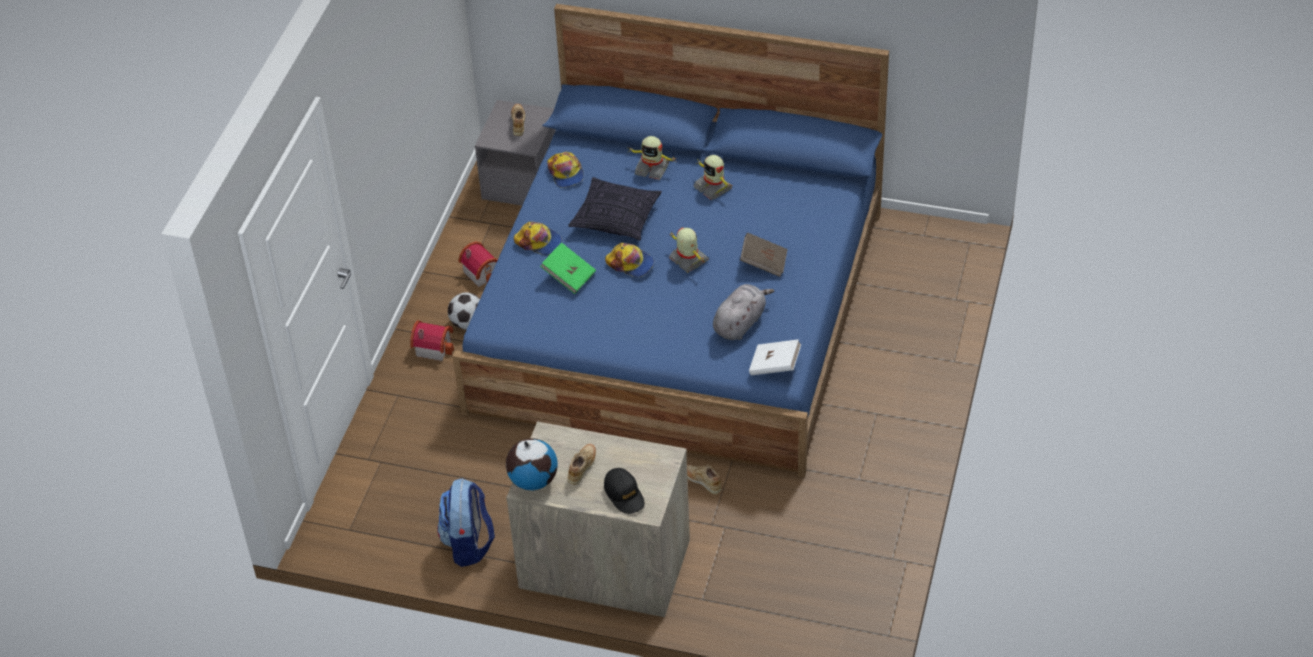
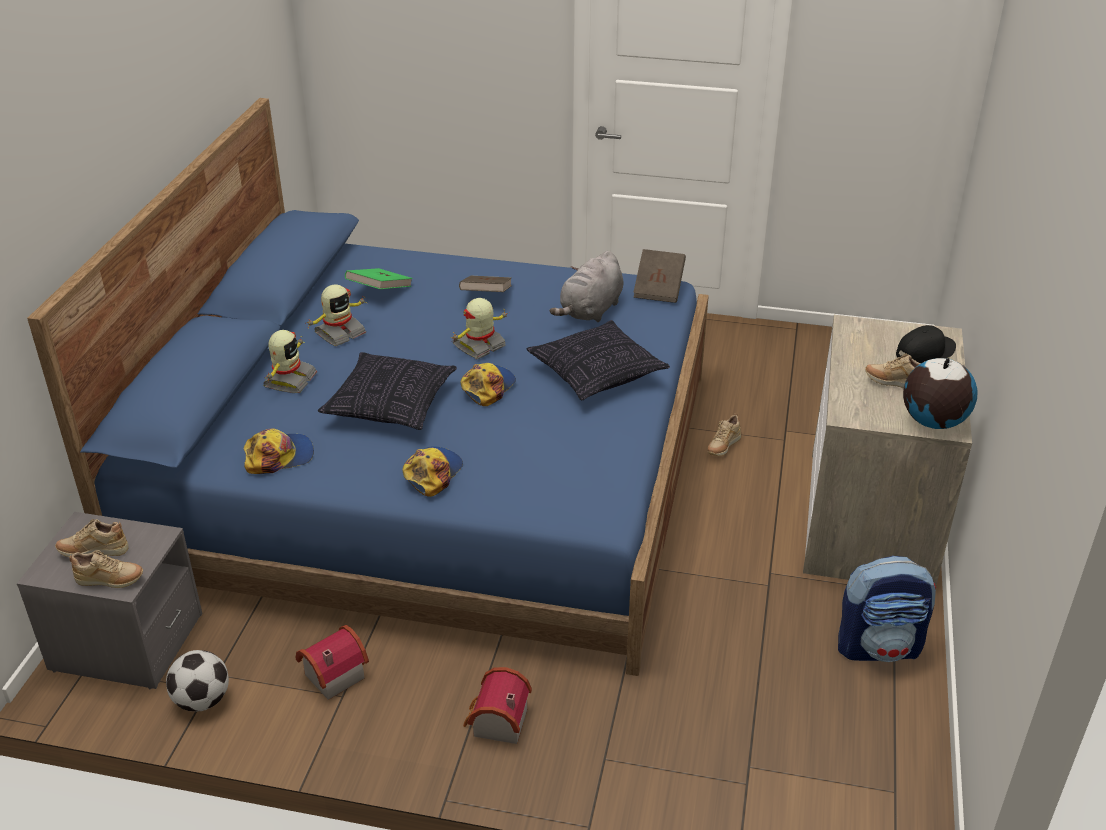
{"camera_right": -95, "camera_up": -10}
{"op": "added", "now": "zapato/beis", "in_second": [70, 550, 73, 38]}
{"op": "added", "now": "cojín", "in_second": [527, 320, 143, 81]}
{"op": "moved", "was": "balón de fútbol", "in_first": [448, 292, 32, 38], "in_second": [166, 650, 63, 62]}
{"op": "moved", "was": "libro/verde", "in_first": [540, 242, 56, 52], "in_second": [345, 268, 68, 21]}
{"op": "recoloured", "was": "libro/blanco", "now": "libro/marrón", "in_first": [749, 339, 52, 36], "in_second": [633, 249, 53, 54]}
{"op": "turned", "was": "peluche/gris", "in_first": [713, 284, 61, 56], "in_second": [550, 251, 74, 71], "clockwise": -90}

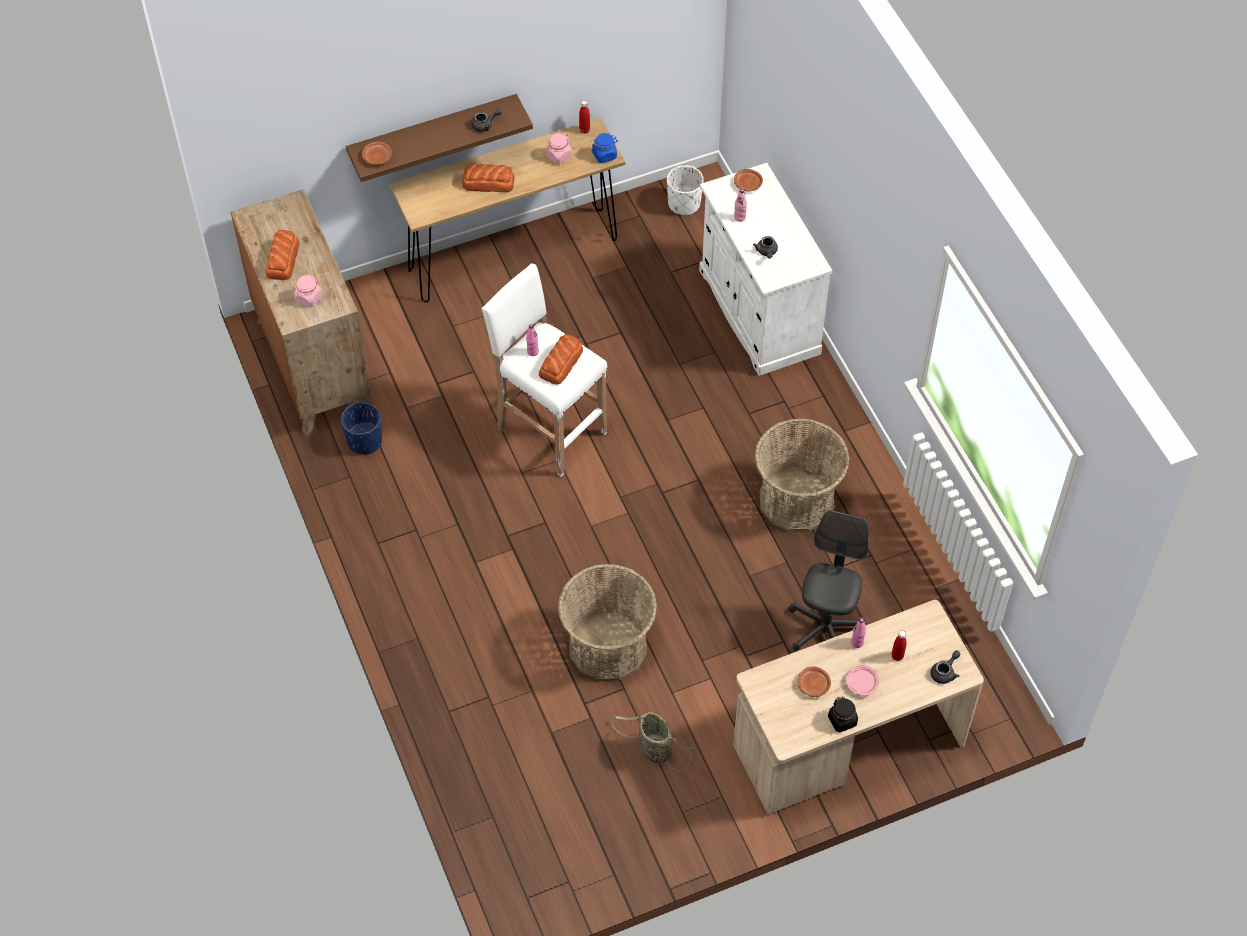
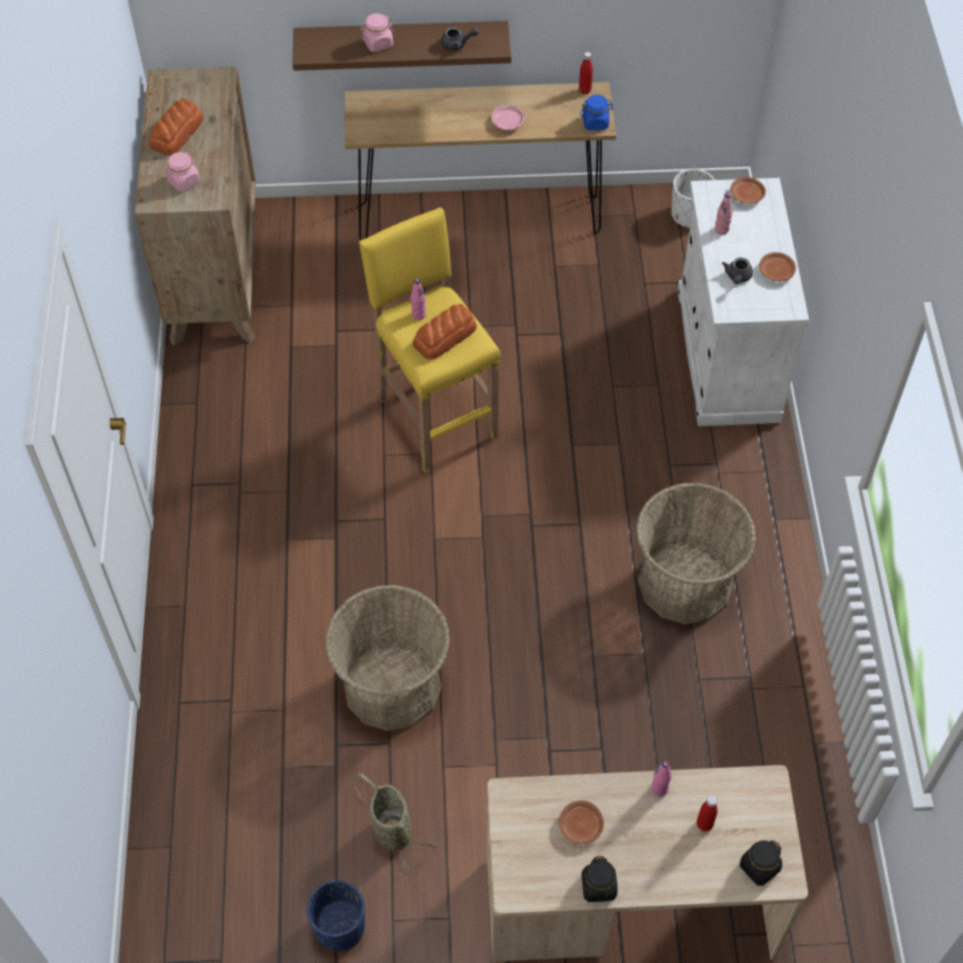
{"camera_right": 20, "camera_up": 0}
{"op": "removed", "was": "pan", "in_first": [462, 164, 52, 28]}
{"op": "removed", "was": "silla de oficina/gris", "in_first": [788, 510, 81, 141]}
{"op": "moved", "was": "maceta/azul", "in_first": [341, 402, 41, 53], "in_second": [307, 880, 58, 71]}
{"op": "moved", "was": "plato/marrón", "in_first": [362, 142, 30, 23], "in_second": [759, 252, 37, 29]}
{"op": "moved", "was": "tarro/rosa", "in_first": [546, 133, 25, 31], "in_second": [360, 13, 34, 39]}
{"op": "moved", "was": "plato/rosa", "in_first": [846, 665, 33, 31], "in_second": [491, 105, 34, 25]}
{"op": "replaced", "was": "tetera/gris", "now": "tarro/negro", "in_first": [930, 650, 30, 34], "in_second": [740, 840, 42, 46]}
{"op": "recoloured", "was": "taburete/blanco", "now": "taburete/amarillo", "in_first": [481, 263, 126, 214], "in_second": [359, 207, 141, 266]}

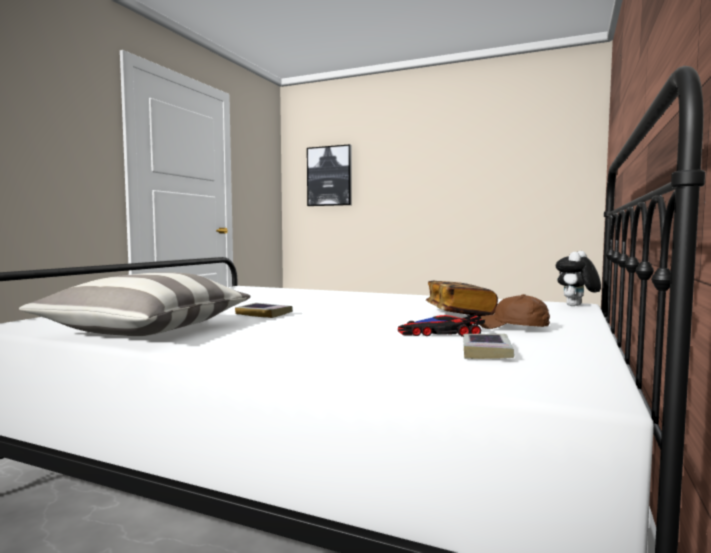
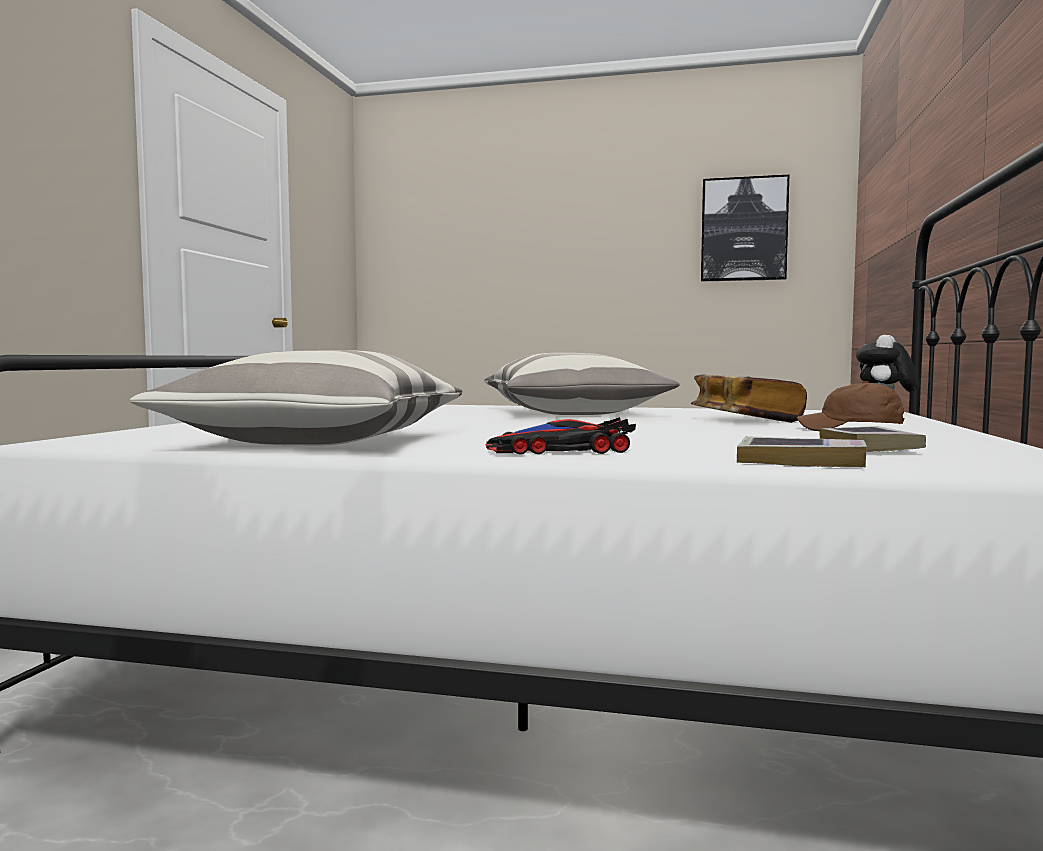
{"camera_right": -10, "camera_up": 0}
{"op": "added", "now": "cojín", "in_second": [484, 353, 195, 62]}
{"op": "moved", "was": "libro", "in_first": [235, 303, 58, 15], "in_second": [737, 436, 130, 31]}
{"op": "moved", "was": "cuadro", "in_first": [307, 144, 45, 62], "in_second": [701, 175, 88, 107]}
{"op": "moved", "was": "coche de juguete", "in_first": [398, 314, 87, 23], "in_second": [486, 417, 150, 37]}

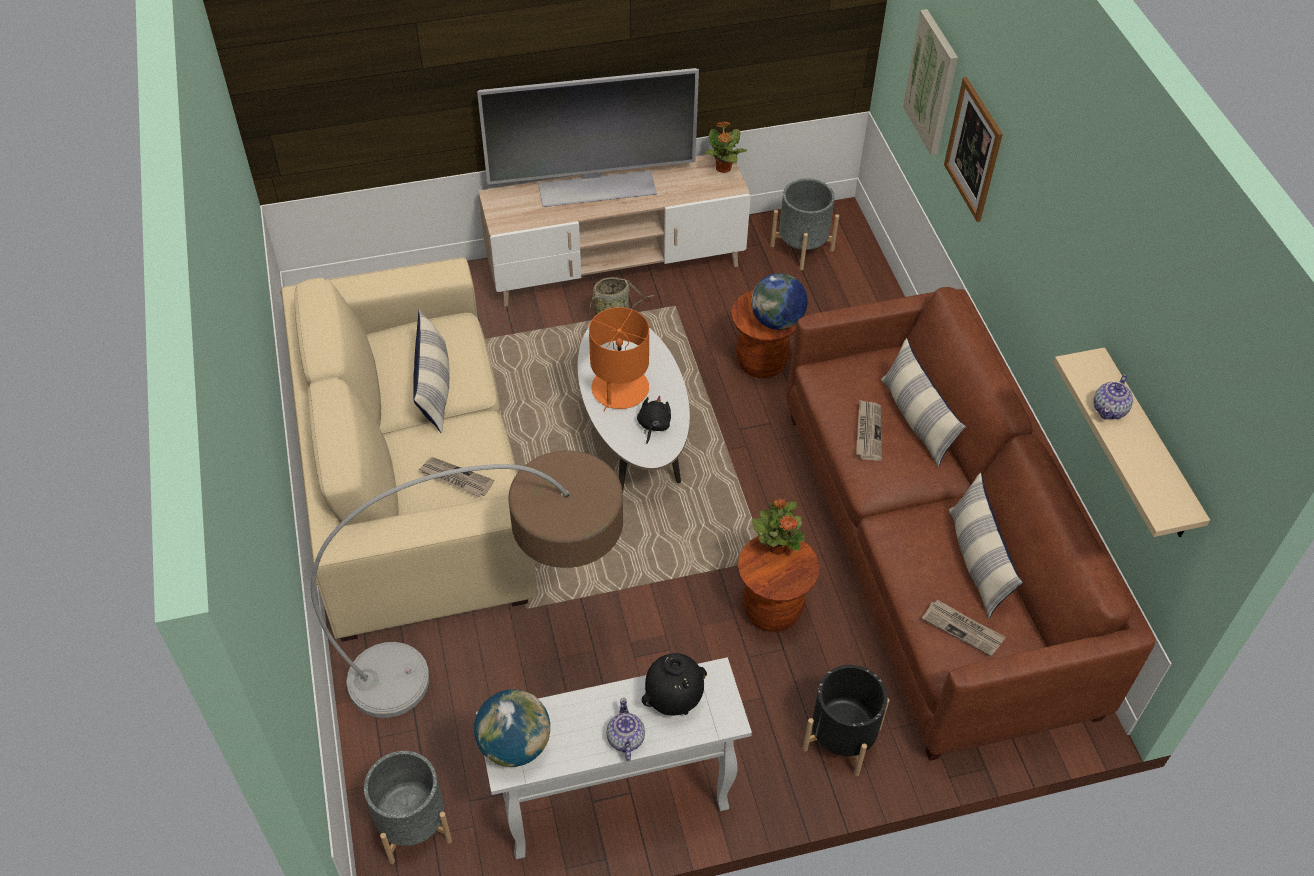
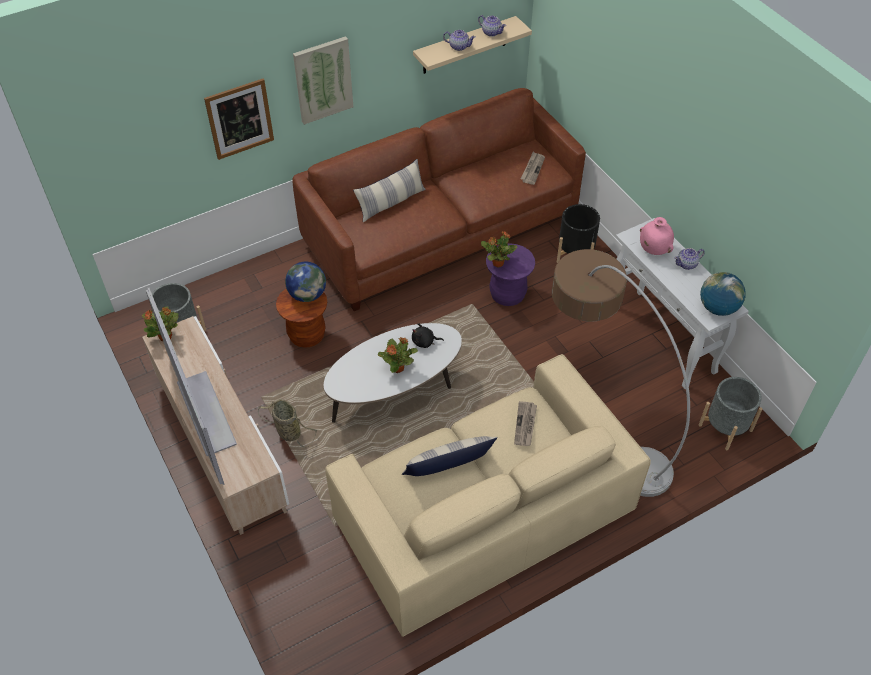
{"camera_right": -105, "camera_up": 0}
{"op": "removed", "was": "periódico", "in_first": [856, 400, 26, 61]}
{"op": "removed", "was": "cojín", "in_first": [949, 473, 74, 145]}
{"op": "added", "now": "tetera", "in_second": [478, 15, 28, 22]}
{"op": "moved", "was": "cuadro", "in_first": [903, 9, 55, 146], "in_second": [293, 36, 60, 89]}
{"op": "replaced", "was": "lámpara de mesa/naranja", "now": "planta en maceta", "in_first": [589, 307, 60, 104], "in_second": [378, 337, 40, 36]}
{"op": "recoloured", "was": "florero/negro", "now": "florero/rosa", "in_first": [641, 653, 66, 62], "in_second": [640, 217, 34, 38]}
{"op": "recoloured", "was": "taburete/marrón", "now": "taburete/morado", "in_first": [738, 535, 81, 97], "in_second": [486, 243, 49, 63]}

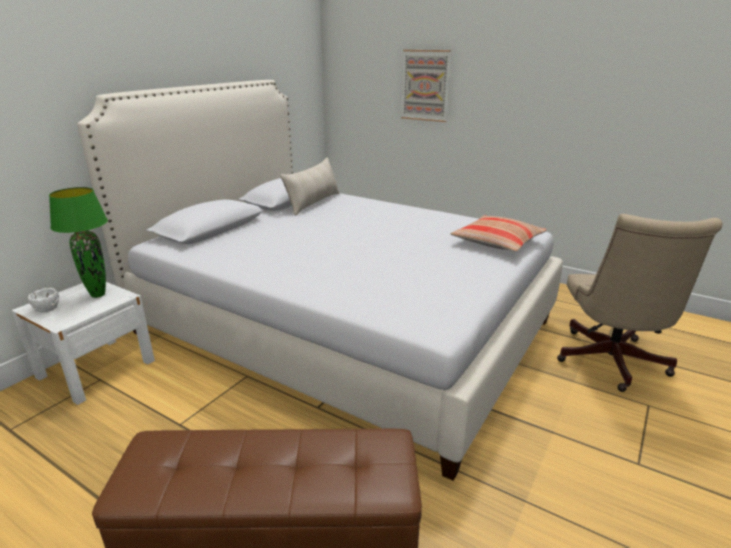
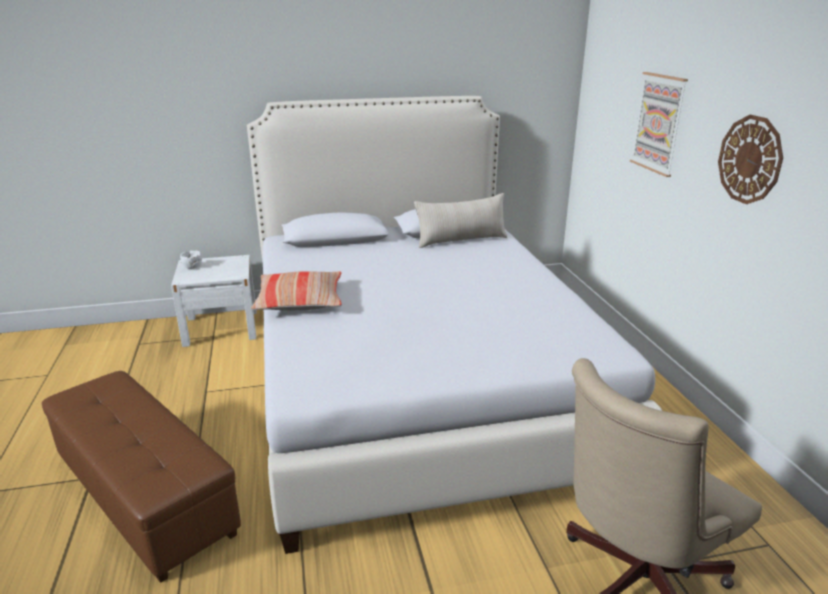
{"camera_right": 45, "camera_up": 0}
{"op": "removed", "was": "lámpara de mesa/verde", "in_first": [49, 187, 59, 111]}
{"op": "added", "now": "reloj de pared", "in_second": [718, 115, 65, 89]}
{"op": "moved", "was": "cojín", "in_first": [450, 215, 97, 37], "in_second": [251, 271, 91, 39]}

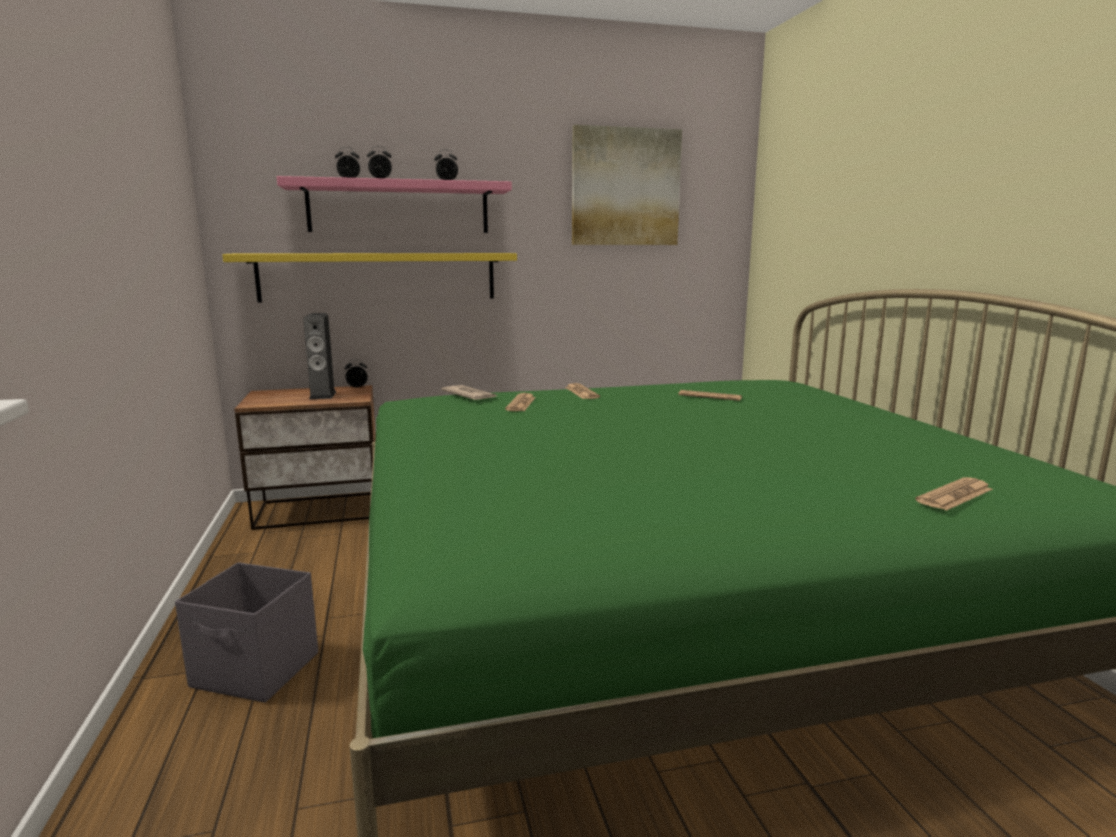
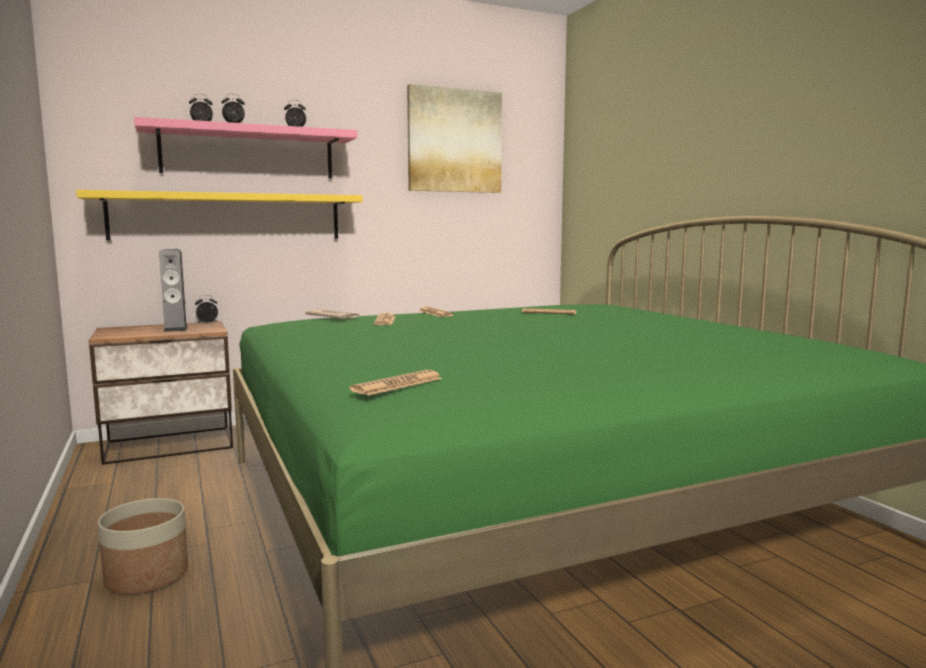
{"camera_right": -10, "camera_up": -5}
{"op": "moved", "was": "periódico", "in_first": [915, 477, 78, 34], "in_second": [349, 370, 93, 26]}
{"op": "replaced", "was": "caja de almacenaje/gris", "now": "maceta", "in_first": [175, 562, 143, 141], "in_second": [98, 498, 90, 96]}

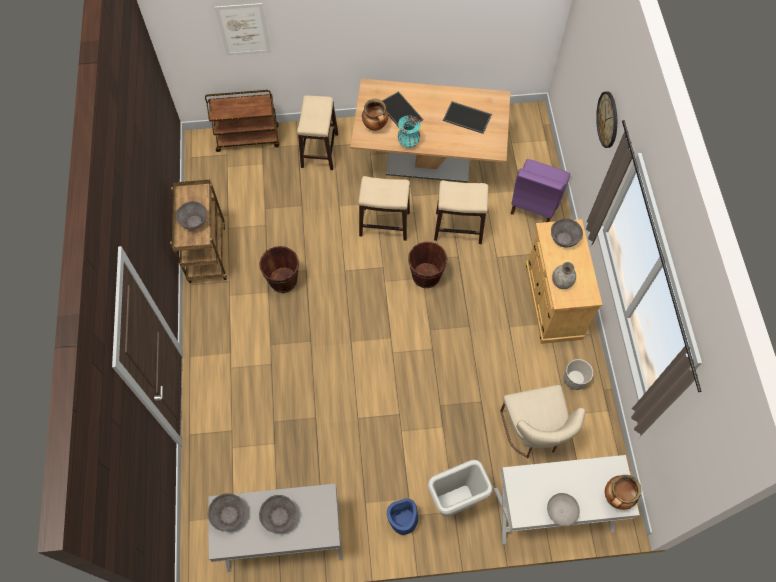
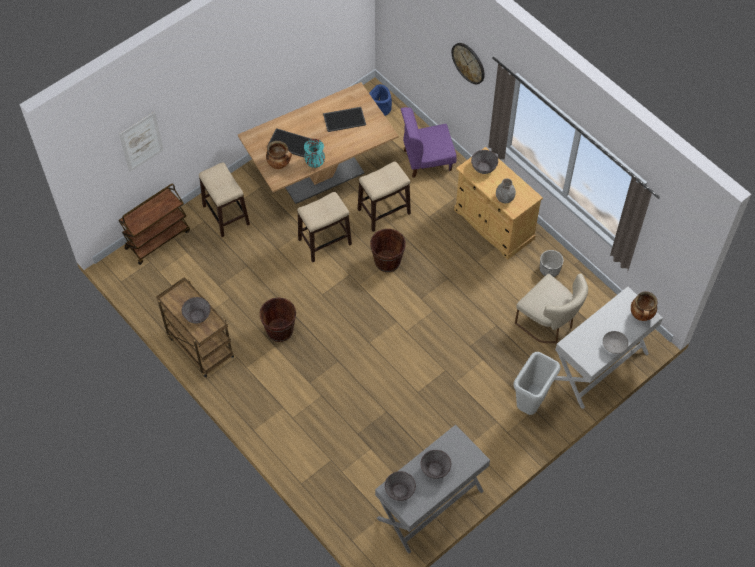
{"camera_right": -35, "camera_up": -5}
{"op": "moved", "was": "maceta/azul", "in_first": [387, 498, 31, 37], "in_second": [369, 84, 23, 32]}
{"op": "turned", "was": "silla/morado", "in_first": [510, 159, 60, 63], "in_second": [401, 107, 56, 71], "clockwise": 90}

